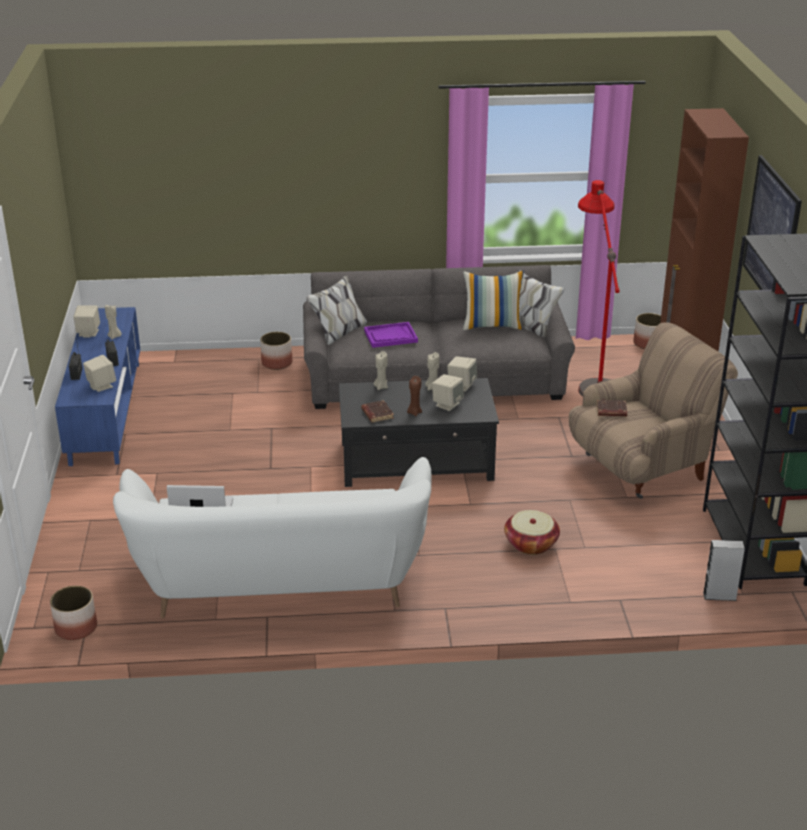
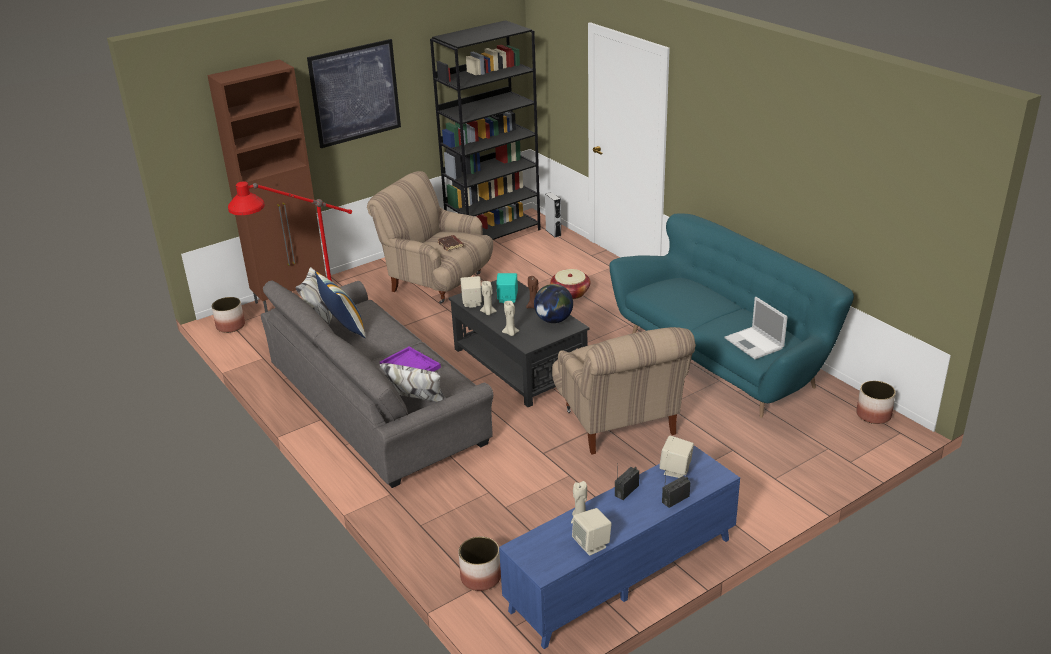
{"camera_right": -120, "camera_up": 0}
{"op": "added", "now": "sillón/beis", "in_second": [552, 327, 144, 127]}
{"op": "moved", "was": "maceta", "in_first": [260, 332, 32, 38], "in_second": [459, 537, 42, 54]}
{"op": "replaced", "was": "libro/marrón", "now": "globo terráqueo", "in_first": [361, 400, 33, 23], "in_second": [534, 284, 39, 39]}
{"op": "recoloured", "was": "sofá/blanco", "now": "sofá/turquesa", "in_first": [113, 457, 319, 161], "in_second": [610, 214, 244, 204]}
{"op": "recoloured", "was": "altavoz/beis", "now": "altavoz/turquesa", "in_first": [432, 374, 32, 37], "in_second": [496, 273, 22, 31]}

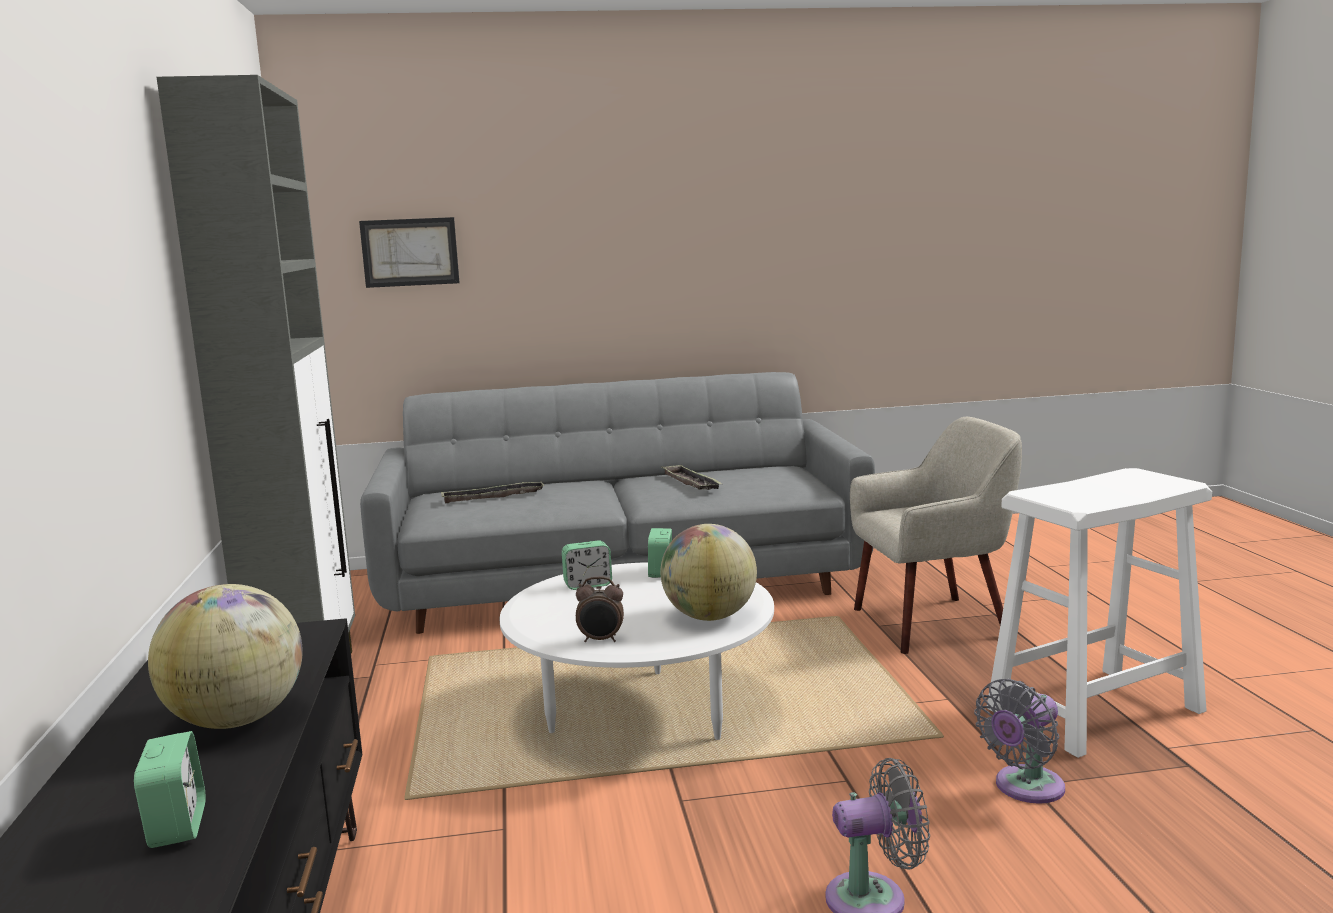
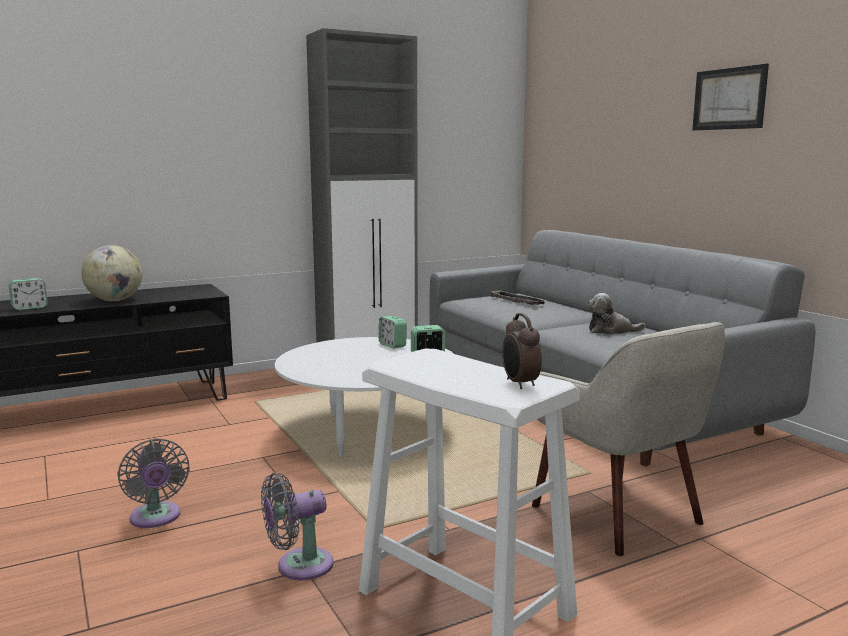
{"camera_right": 70, "camera_up": 0}
{"op": "removed", "was": "globo terráqueo", "in_first": [660, 524, 97, 97]}
{"op": "moved", "was": "cuadro", "in_first": [359, 217, 101, 71], "in_second": [692, 64, 77, 66]}
{"op": "moved", "was": "despertador", "in_first": [576, 576, 48, 66], "in_second": [502, 313, 40, 76]}
{"op": "replaced", "was": "bandeja", "now": "peluche", "in_first": [662, 465, 61, 25], "in_second": [587, 293, 59, 42]}
{"op": "turned", "was": "ventilador/gris", "in_first": [974, 679, 91, 125], "in_second": [261, 473, 73, 107], "clockwise": -60}

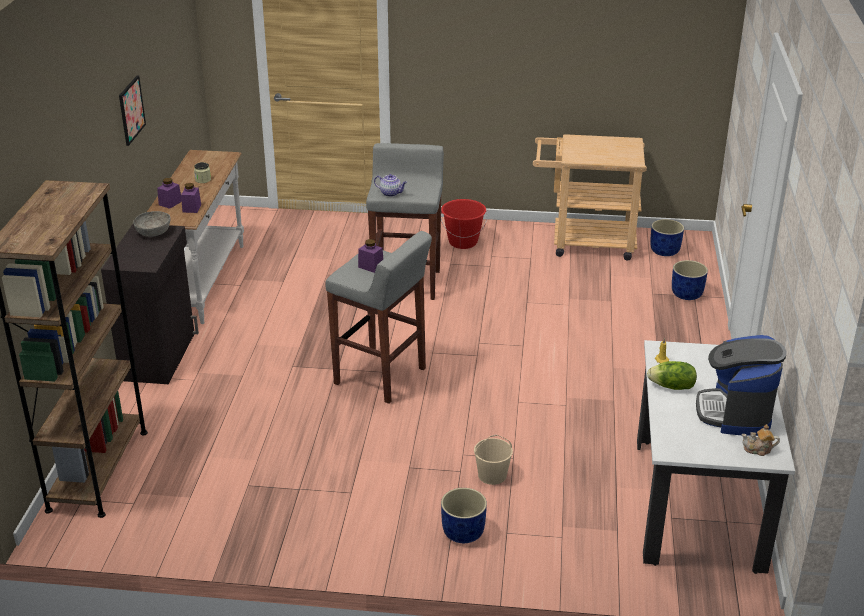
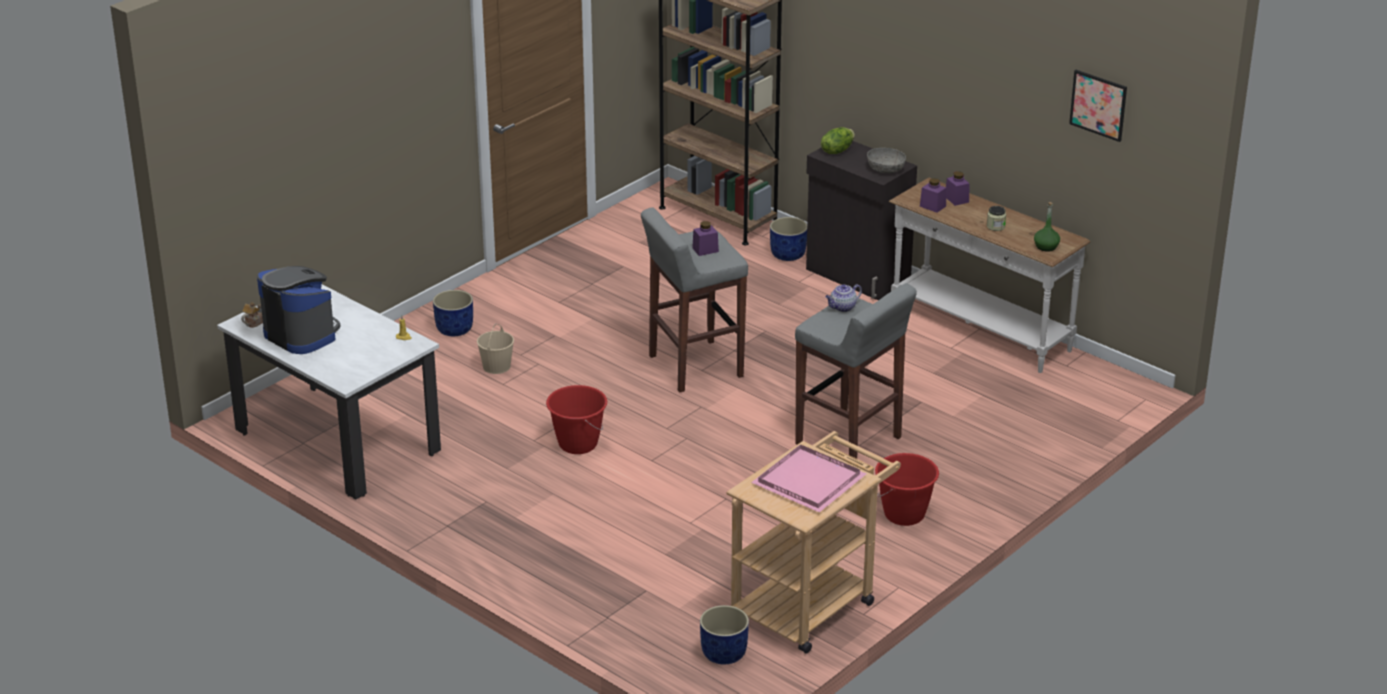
{"camera_right": 125, "camera_up": 0}
{"op": "added", "now": "cubo/rojo", "in_second": [546, 385, 61, 69]}
{"op": "added", "now": "bandeja/rosa", "in_second": [751, 445, 115, 68]}
{"op": "added", "now": "botella/verde", "in_second": [1034, 202, 26, 50]}
{"op": "moved", "was": "cuadro", "in_first": [119, 75, 27, 71], "in_second": [1069, 70, 58, 72]}
{"op": "moved", "was": "lechuga", "in_first": [647, 361, 50, 29], "in_second": [821, 127, 34, 27]}
{"op": "moved", "was": "maceta/azul", "in_first": [672, 260, 36, 40], "in_second": [770, 217, 37, 44]}

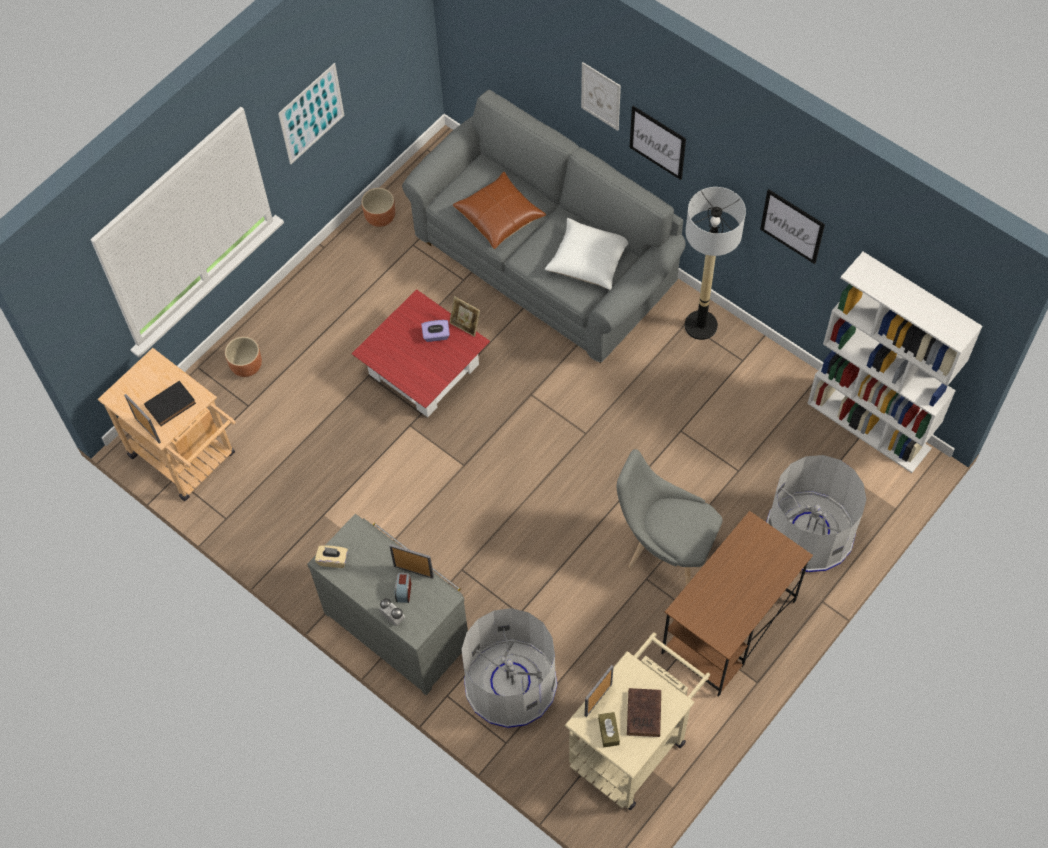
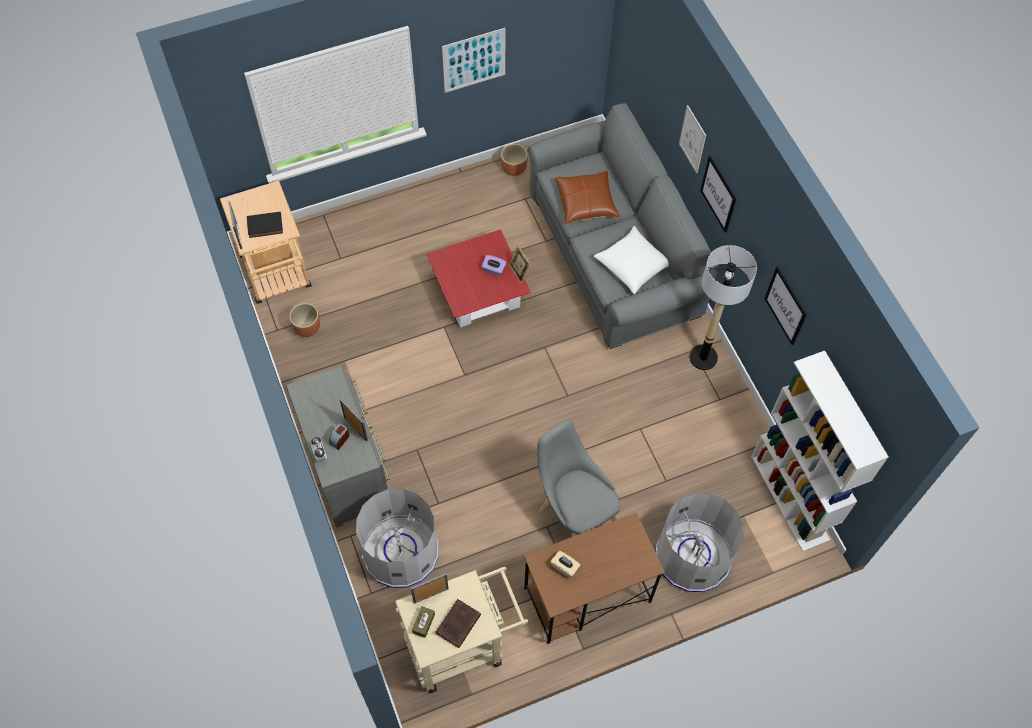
{"camera_right": 25, "camera_up": 0}
{"op": "moved", "was": "maceta/marrón", "in_first": [225, 337, 37, 40], "in_second": [289, 303, 31, 34]}
{"op": "moved", "was": "caja de pañuelos/beis", "in_first": [315, 545, 33, 23], "in_second": [550, 551, 30, 27]}

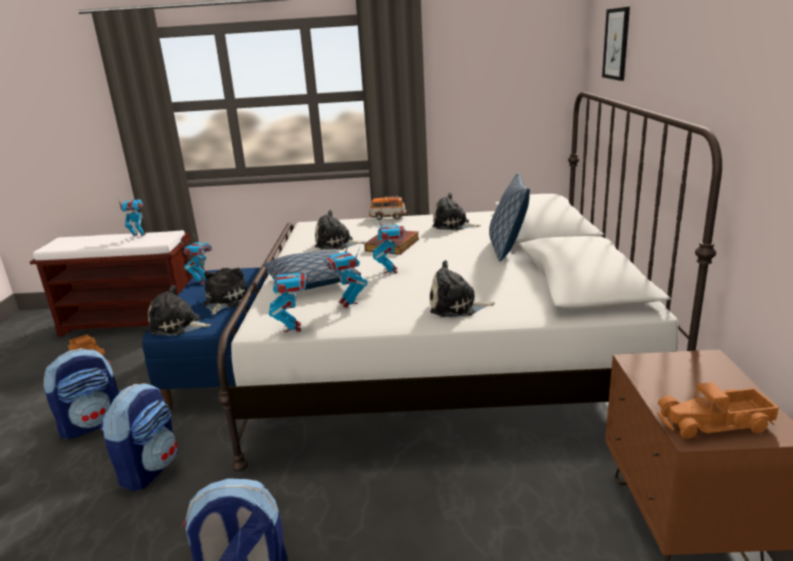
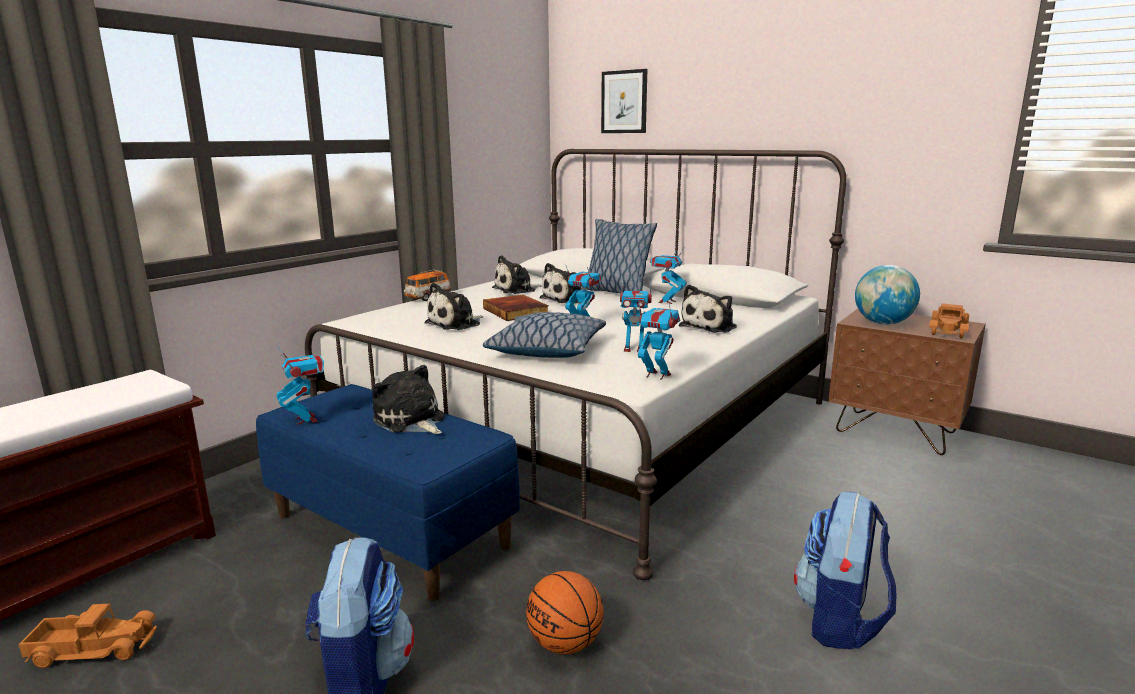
{"camera_right": -55, "camera_up": -5}
{"op": "added", "now": "globo terráqueo", "in_second": [855, 265, 65, 60]}
{"op": "moved", "was": "robot de juguete", "in_first": [118, 199, 28, 39], "in_second": [650, 248, 37, 56]}
{"op": "moved", "was": "peluche", "in_first": [148, 285, 63, 50], "in_second": [539, 263, 43, 40]}
{"op": "replaced", "was": "mochila", "now": "balón de baloncesto", "in_first": [100, 383, 77, 109], "in_second": [526, 571, 78, 83]}

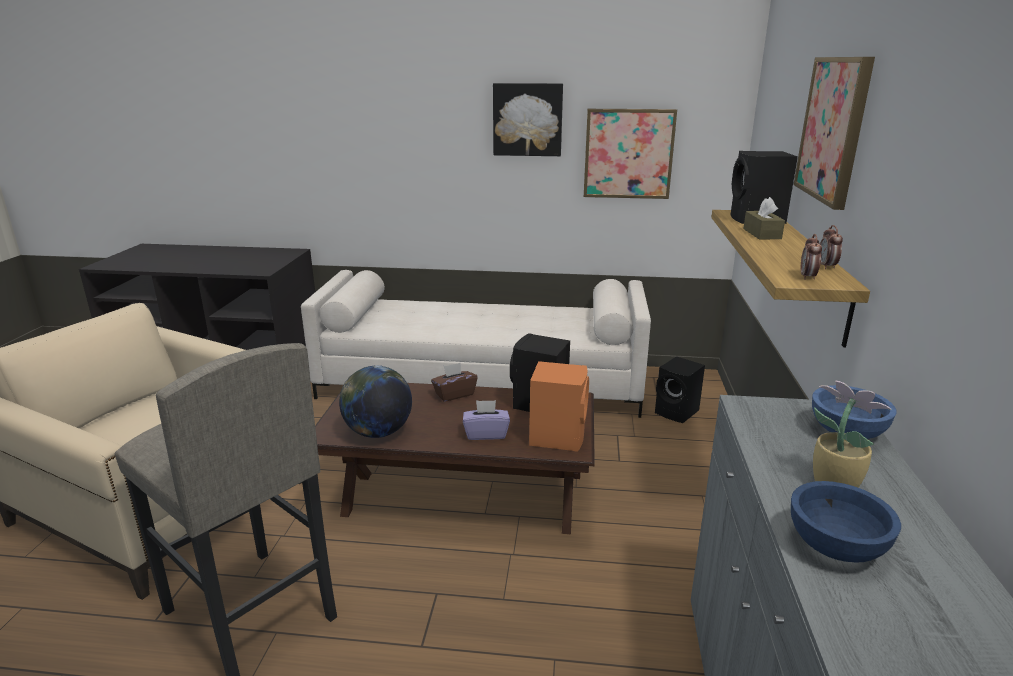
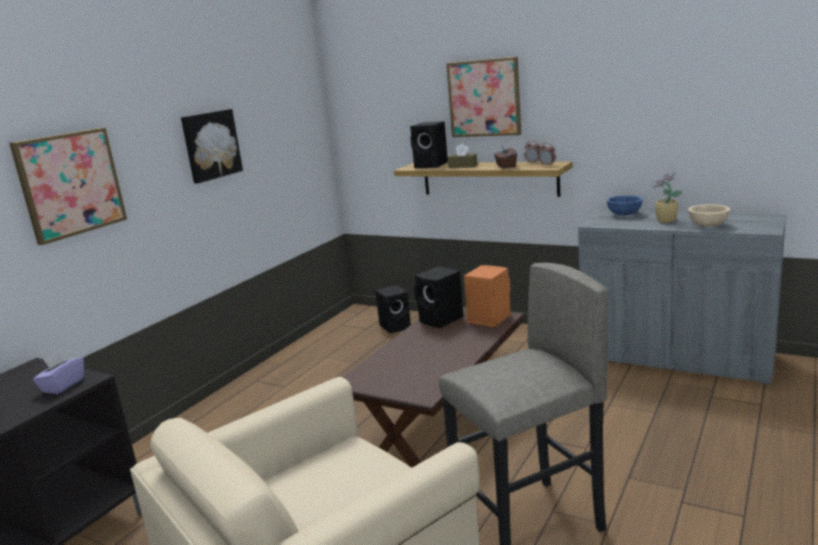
{"camera_right": -65, "camera_up": -5}
{"op": "removed", "was": "sofá/blanco", "in_first": [301, 270, 350, 148]}
{"op": "removed", "was": "globo terráqueo", "in_first": [339, 365, 73, 73]}
{"op": "moved", "was": "caja de pañuelos/marrón", "in_first": [431, 363, 47, 39], "in_second": [494, 144, 23, 24]}
{"op": "moved", "was": "caja de pañuelos/morado", "in_first": [463, 400, 47, 40], "in_second": [33, 352, 51, 42]}
{"op": "moved", "was": "cuadro", "in_first": [584, 109, 93, 90], "in_second": [9, 127, 118, 118]}
{"op": "recoloured", "was": "cuenco/azul", "now": "cuenco/beis", "in_first": [791, 481, 110, 82], "in_second": [688, 204, 42, 23]}

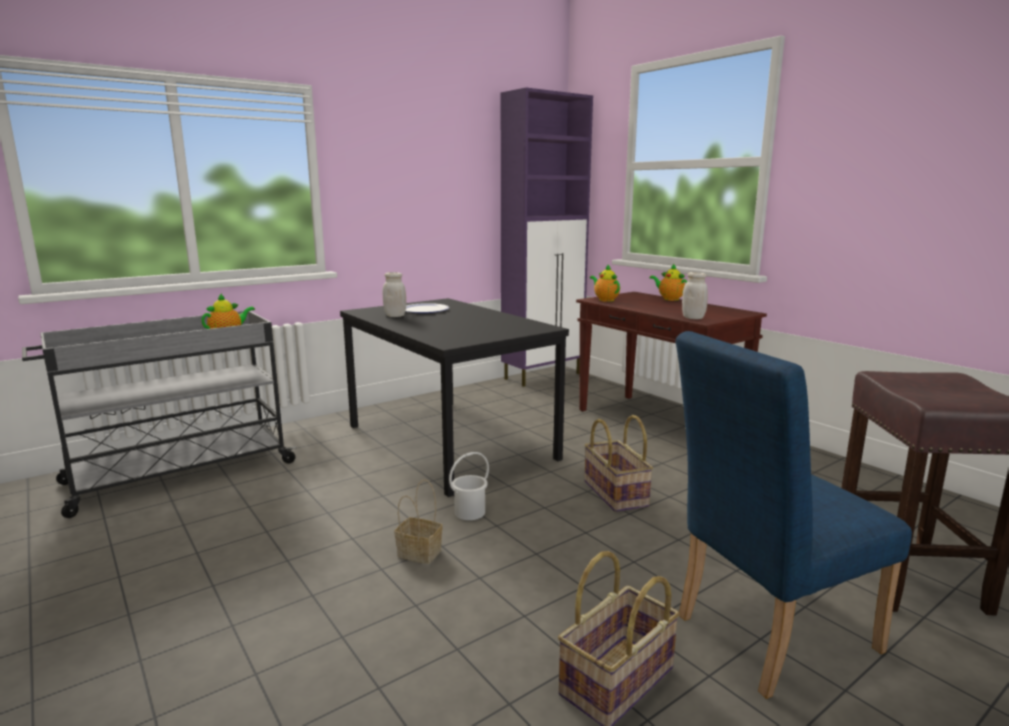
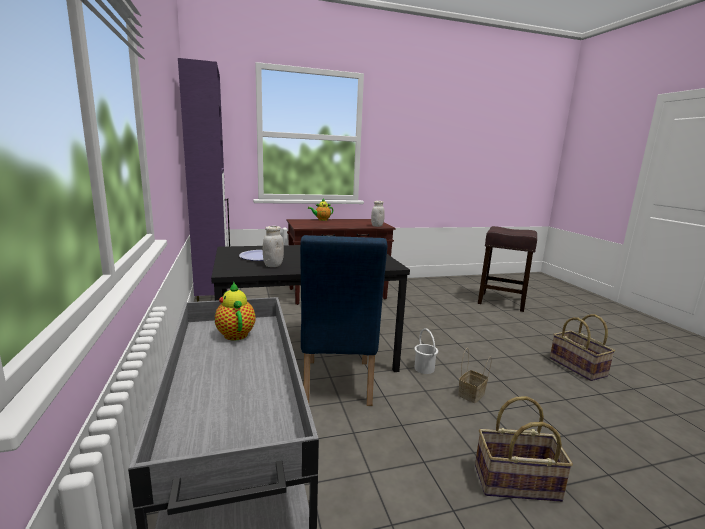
{"camera_right": -70, "camera_up": 0}
{"op": "removed", "was": "tetera", "in_first": [590, 265, 30, 37]}
{"op": "moved", "was": "cesta", "in_first": [584, 415, 69, 97], "in_second": [475, 396, 98, 106]}
{"op": "moved", "was": "silla/azul", "in_first": [675, 331, 237, 368], "in_second": [300, 235, 87, 171]}

